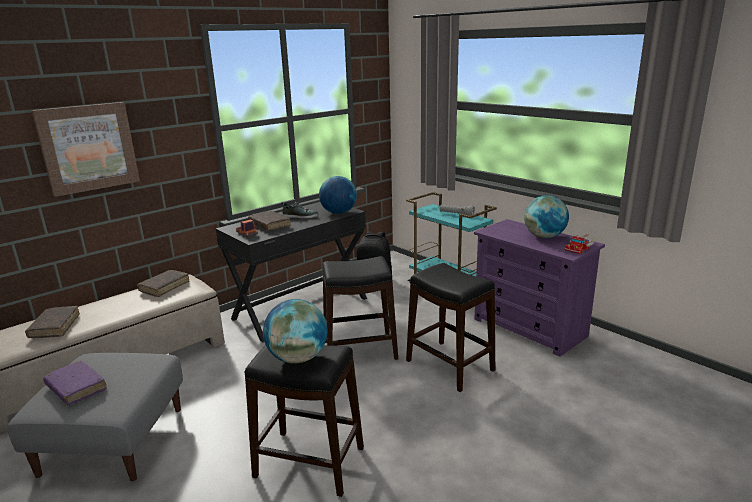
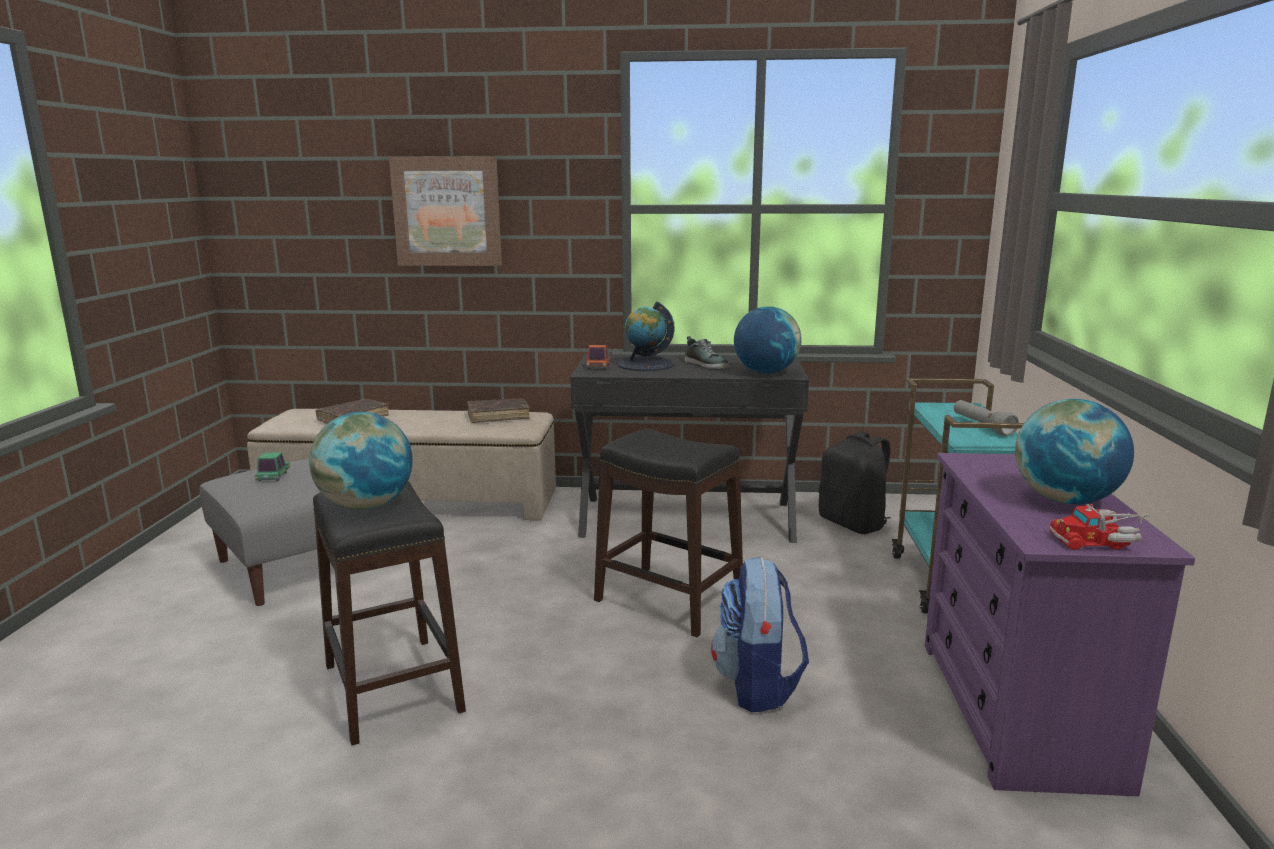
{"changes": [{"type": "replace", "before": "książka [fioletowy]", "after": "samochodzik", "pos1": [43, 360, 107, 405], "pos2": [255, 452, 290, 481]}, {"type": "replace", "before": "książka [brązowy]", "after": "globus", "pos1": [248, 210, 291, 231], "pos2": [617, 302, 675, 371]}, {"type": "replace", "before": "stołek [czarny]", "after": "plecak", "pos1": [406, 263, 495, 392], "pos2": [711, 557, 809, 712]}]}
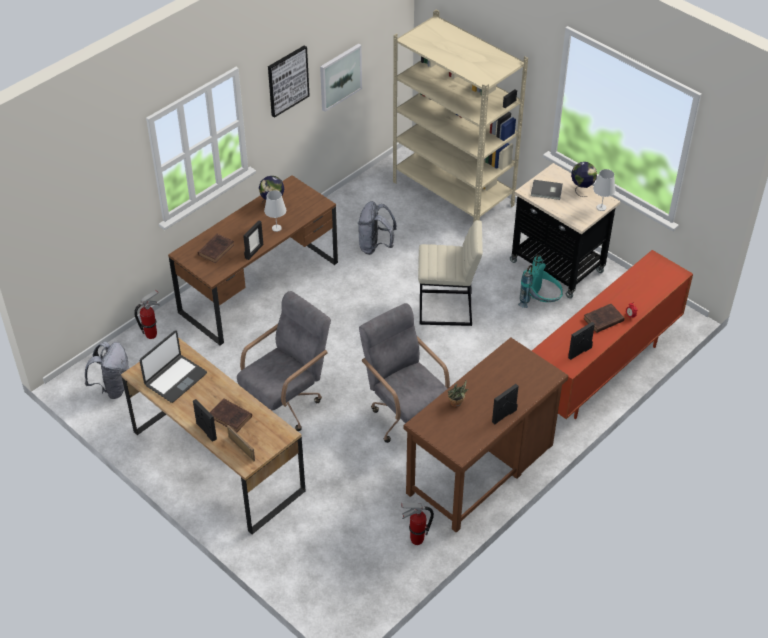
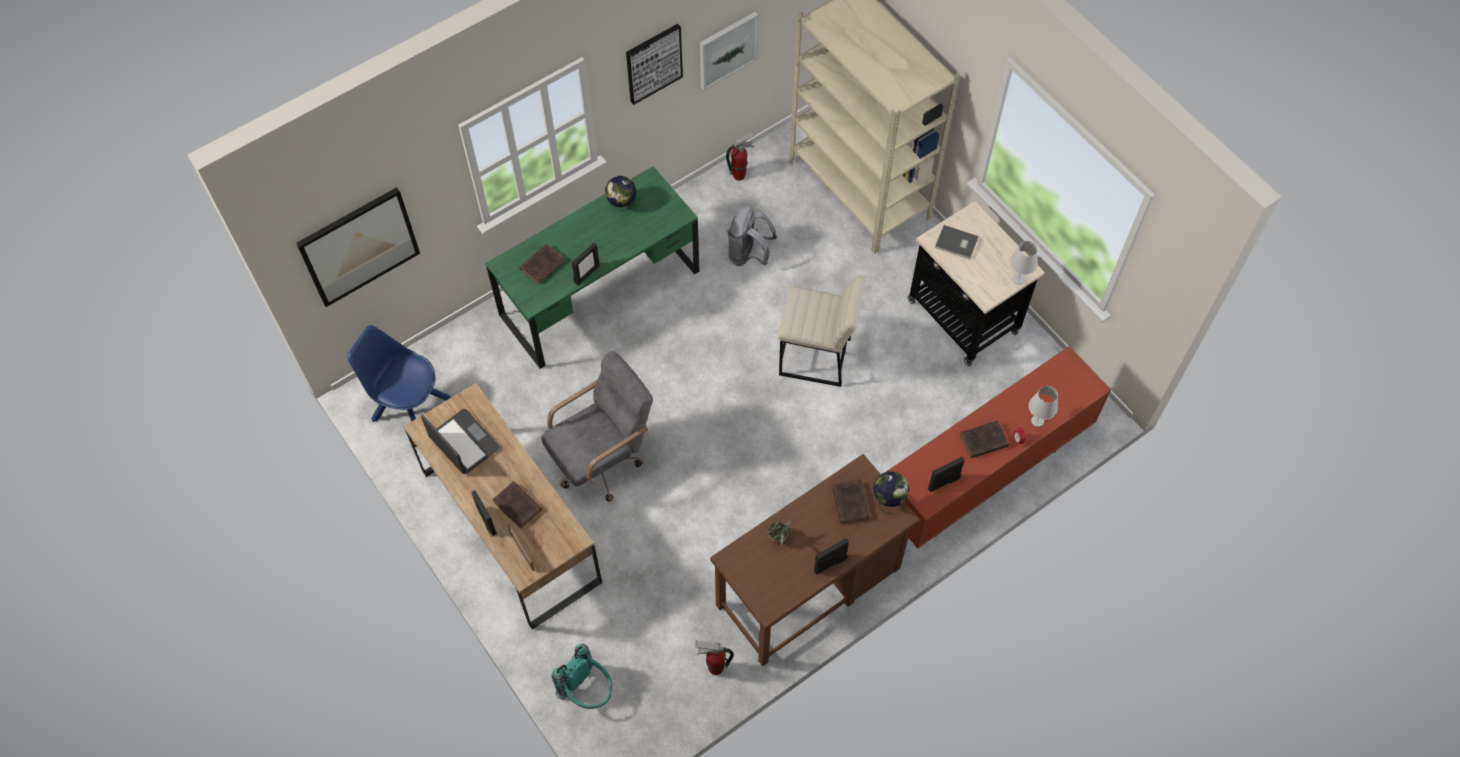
{"changes": [{"type": "delete", "before": "krzesło biurowe [szary]", "pos1": [359, 303, 450, 443]}, {"type": "insert", "after": "obraz", "pos2": [296, 187, 420, 307]}, {"type": "insert", "after": "książka [brązowy]", "pos2": [832, 479, 870, 524]}, {"type": "move", "before": "gaśnica", "pos1": [134, 290, 160, 339], "pos2": [726, 131, 755, 181]}, {"type": "move", "before": "lampa stołowa [biały]", "pos1": [264, 190, 286, 232], "pos2": [1029, 386, 1058, 427]}, {"type": "move", "before": "plecak [turkusowy]", "pos1": [518, 254, 563, 308], "pos2": [552, 644, 612, 709]}, {"type": "move", "before": "globus", "pos1": [571, 162, 597, 197], "pos2": [873, 471, 909, 514]}, {"type": "replace", "before": "plecak [szary]", "after": "krzesło [niebieski]", "pos1": [85, 341, 129, 399], "pos2": [348, 325, 451, 422]}, {"type": "recolor", "before": "biurko [brązowy]", "after": "biurko [zielony]", "pos1": [168, 175, 338, 346], "pos2": [485, 166, 700, 369]}, {"type": "rotate", "before": "laptop", "pos1": [140, 330, 207, 403], "pos2": [421, 409, 500, 474], "turn": -90}]}
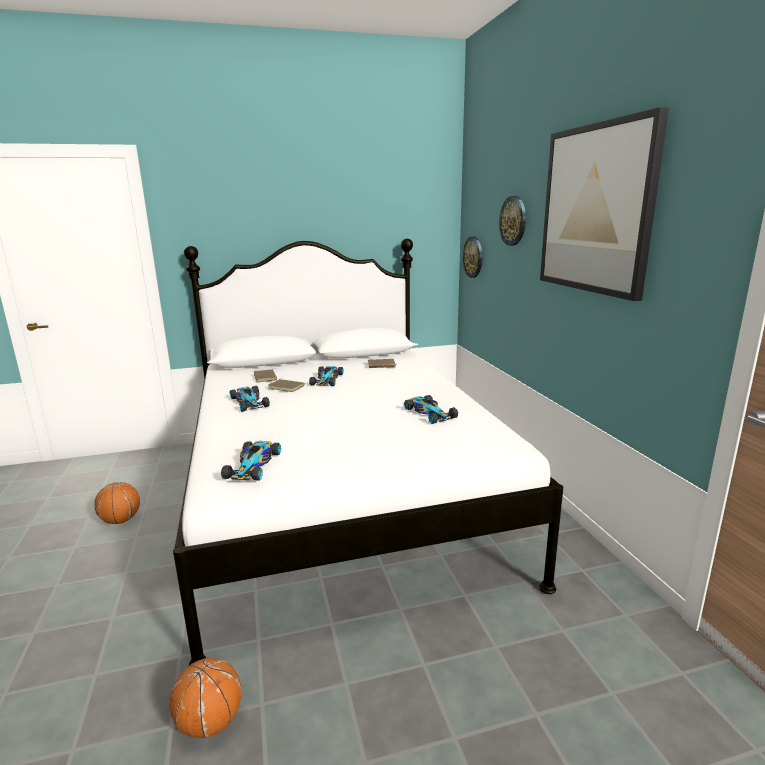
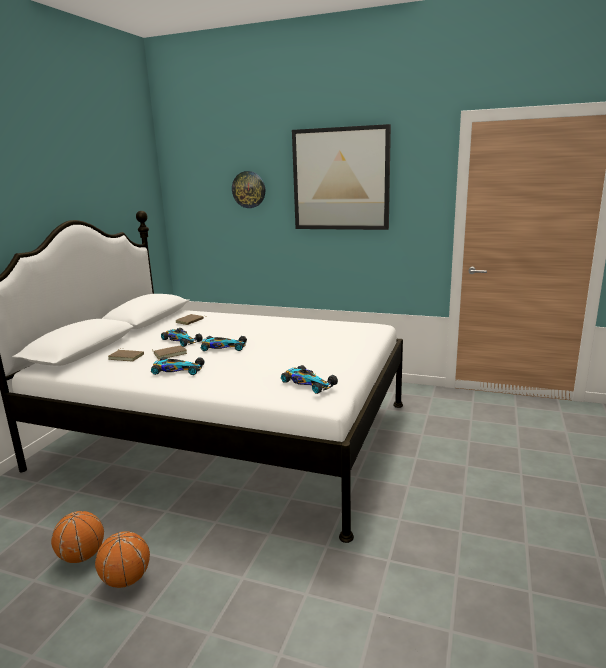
{"changes": [{"type": "delete", "before": "zegar ścienny", "pos1": [463, 236, 483, 278]}, {"type": "move", "before": "piłka do koszykówki", "pos1": [169, 658, 242, 738], "pos2": [95, 531, 150, 588]}, {"type": "move", "before": "samochodzik", "pos1": [404, 395, 458, 424], "pos2": [200, 336, 247, 351]}]}
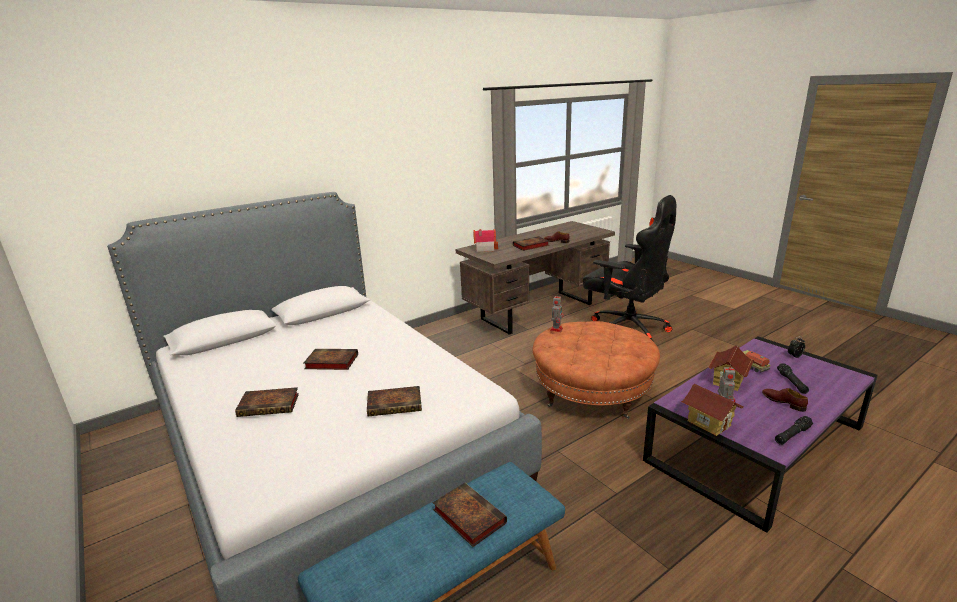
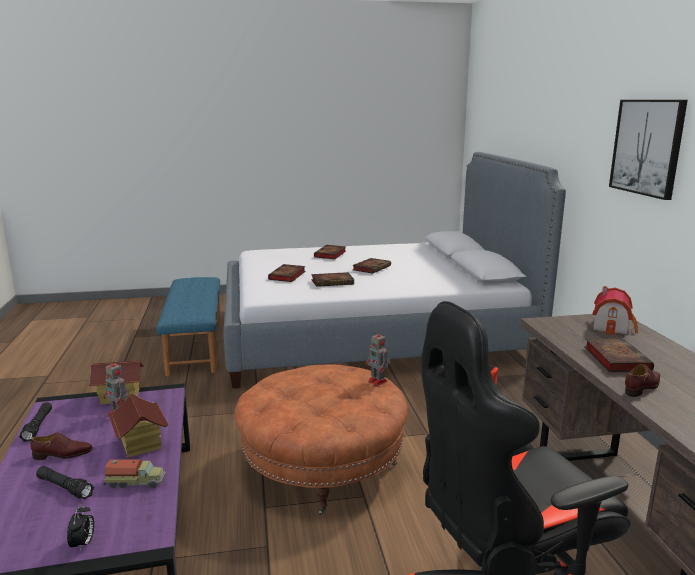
{"changes": [{"type": "insert", "after": "obraz", "pos2": [609, 100, 688, 200]}, {"type": "move", "before": "książka", "pos1": [432, 483, 507, 547], "pos2": [311, 272, 354, 287]}]}
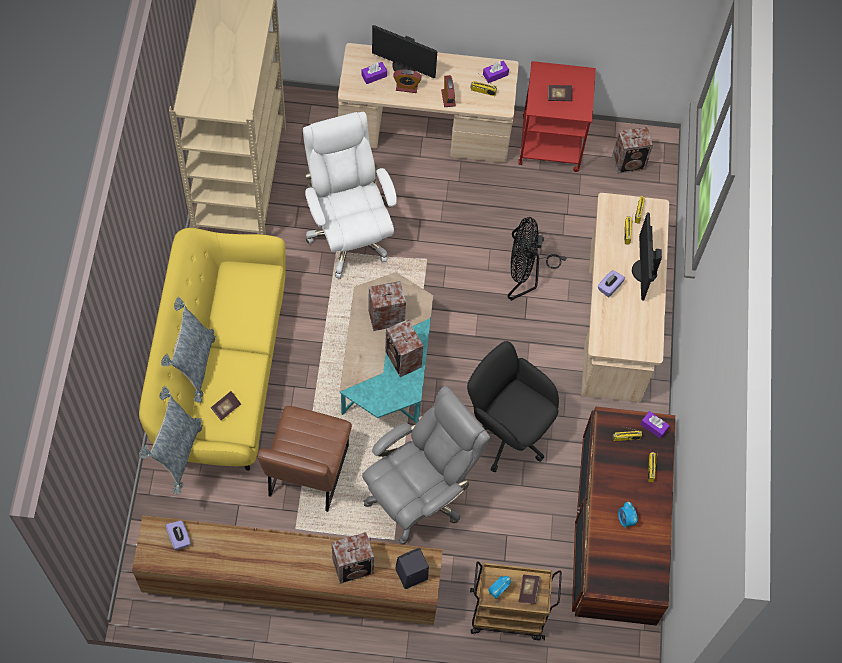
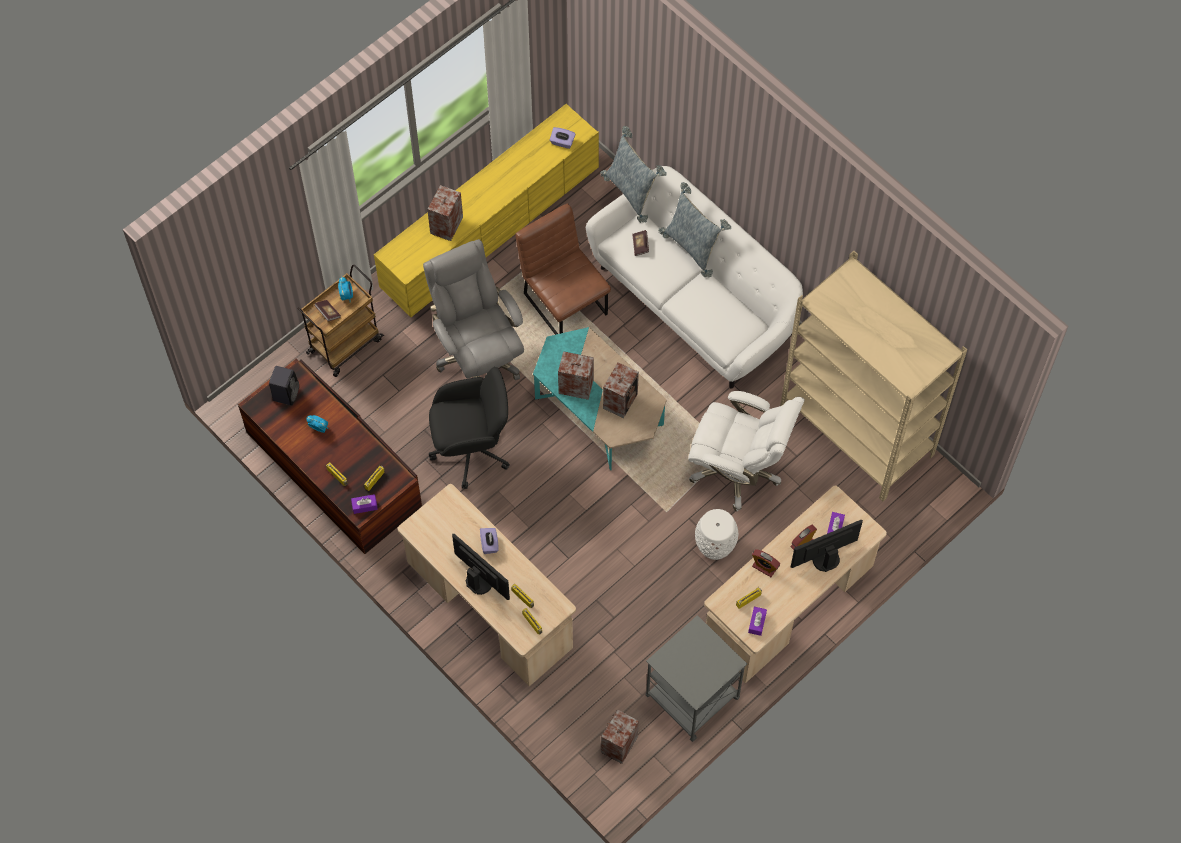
{"changes": [{"type": "delete", "before": "wentylator [czarny]", "pos1": [507, 217, 567, 301]}, {"type": "delete", "before": "książka", "pos1": [548, 85, 572, 101]}, {"type": "insert", "after": "stołek [biały]", "pos2": [695, 509, 738, 560]}, {"type": "move", "before": "głośnik [czarny]", "pos1": [395, 548, 429, 589], "pos2": [269, 366, 299, 406]}, {"type": "recolor", "before": "szafka [brązowy]", "after": "szafka [żółty]", "pos1": [132, 515, 443, 625], "pos2": [374, 104, 599, 317]}, {"type": "recolor", "before": "kanapa [żółty]", "after": "kanapa [biały]", "pos1": [139, 228, 286, 471], "pos2": [586, 166, 803, 389]}, {"type": "recolor", "before": "wózek [czerwony]", "after": "wózek [szary]", "pos1": [518, 61, 596, 172], "pos2": [645, 615, 747, 742]}, {"type": "rotate", "before": "krzesło biurowe [szary]", "pos1": [362, 386, 490, 545], "pos2": [423, 239, 524, 380], "turn": 150}]}
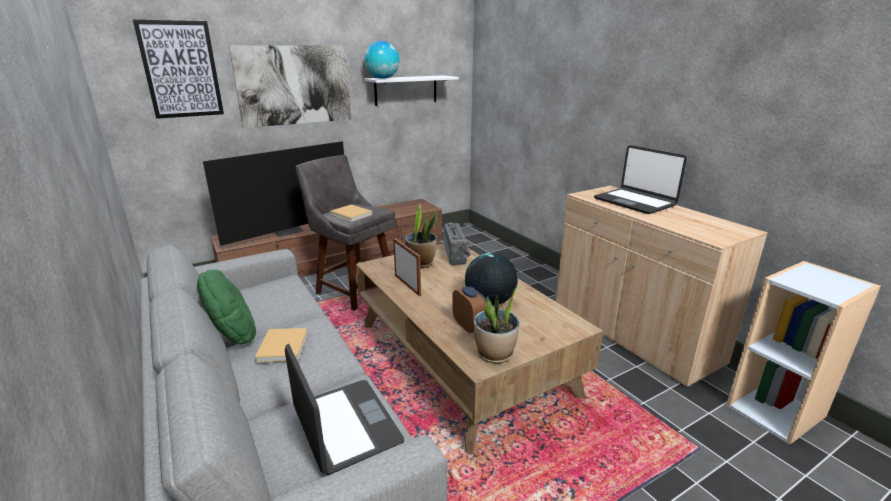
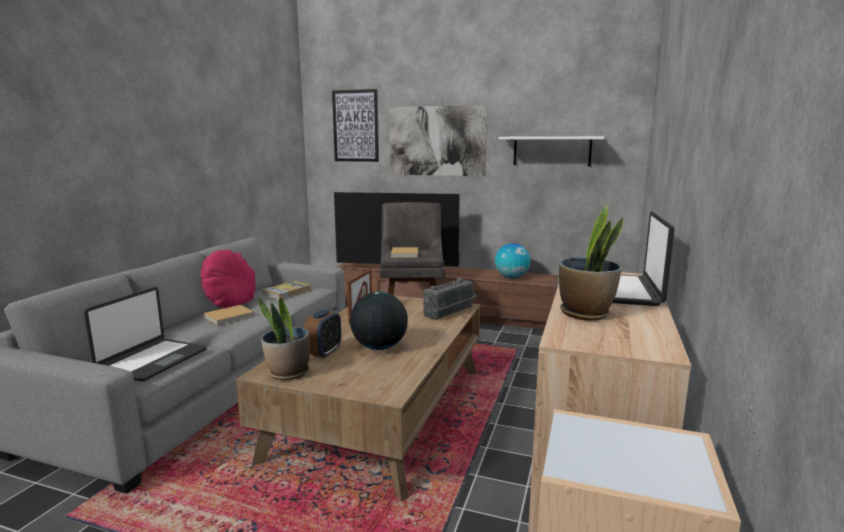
{"changes": [{"type": "insert", "after": "książka", "pos2": [262, 281, 311, 300]}, {"type": "move", "before": "globus", "pos1": [364, 41, 400, 79], "pos2": [495, 243, 530, 278]}, {"type": "move", "before": "roślina doniczkowa", "pos1": [405, 203, 437, 268], "pos2": [559, 205, 624, 321]}, {"type": "recolor", "before": "poduszka [zielony]", "after": "poduszka [różowy]", "pos1": [197, 269, 256, 345], "pos2": [201, 250, 256, 309]}]}
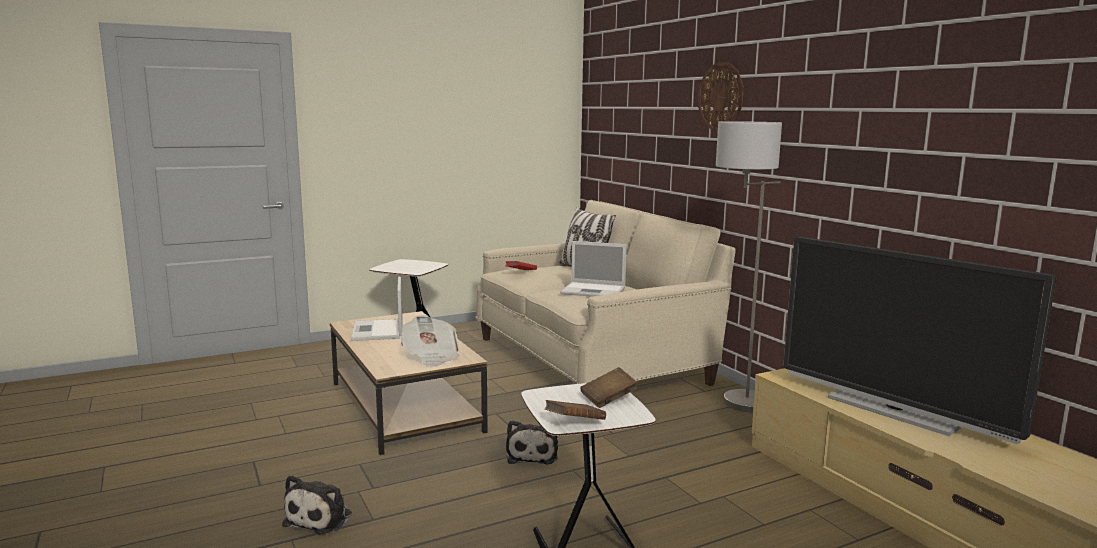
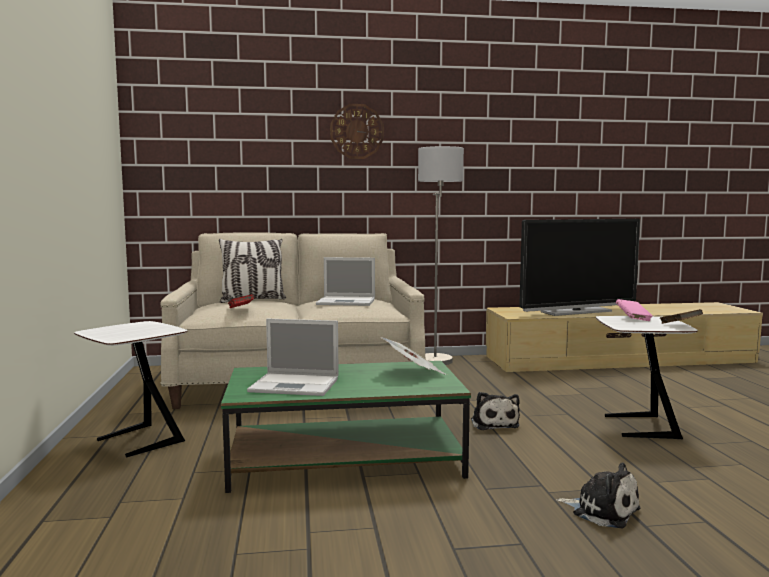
{"changes": [{"type": "recolor", "before": "ława [brązowy]", "after": "ława [zielony]", "pos1": [330, 311, 488, 455], "pos2": [221, 361, 471, 493]}, {"type": "recolor", "before": "książka [brązowy]", "after": "książka [różowy]", "pos1": [580, 367, 638, 408], "pos2": [616, 299, 653, 321]}, {"type": "rotate", "before": "pluszak", "pos1": [506, 420, 558, 464], "pos2": [471, 392, 520, 430], "turn": 60}, {"type": "rotate", "before": "laptop", "pos1": [560, 241, 627, 297], "pos2": [316, 257, 375, 306], "turn": 60}]}
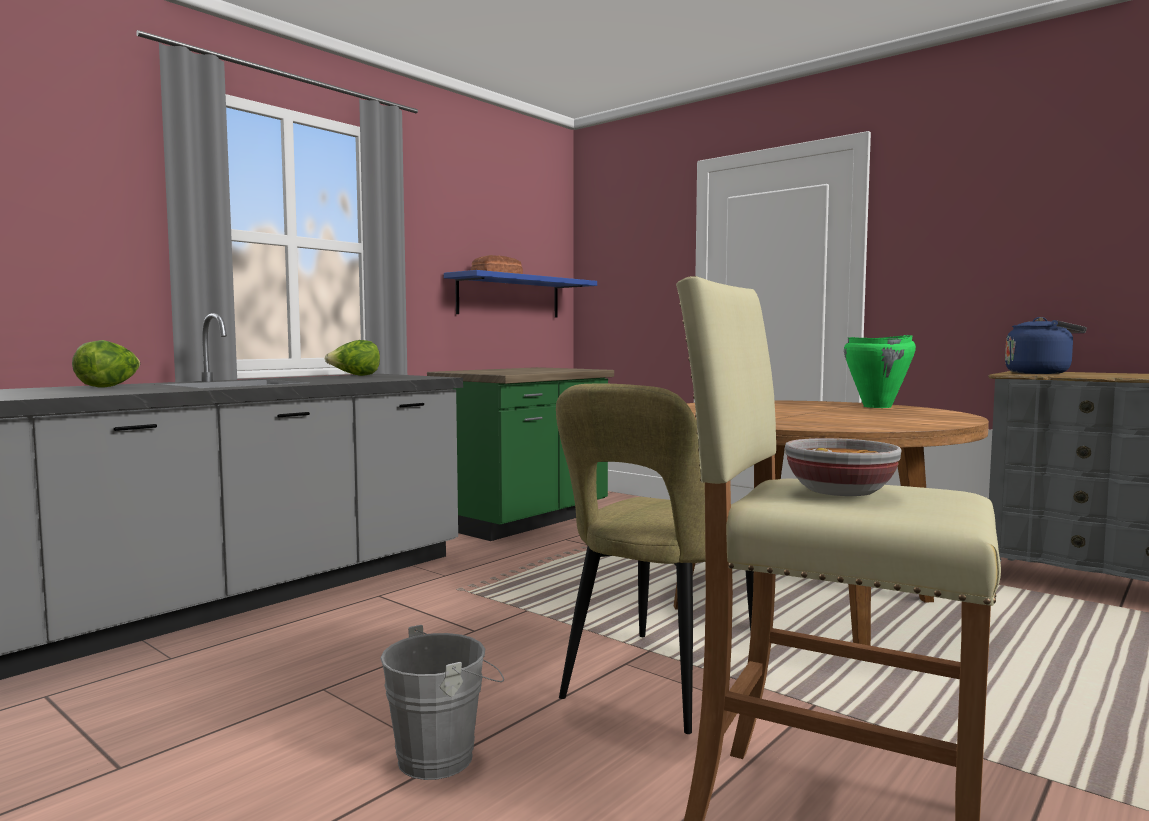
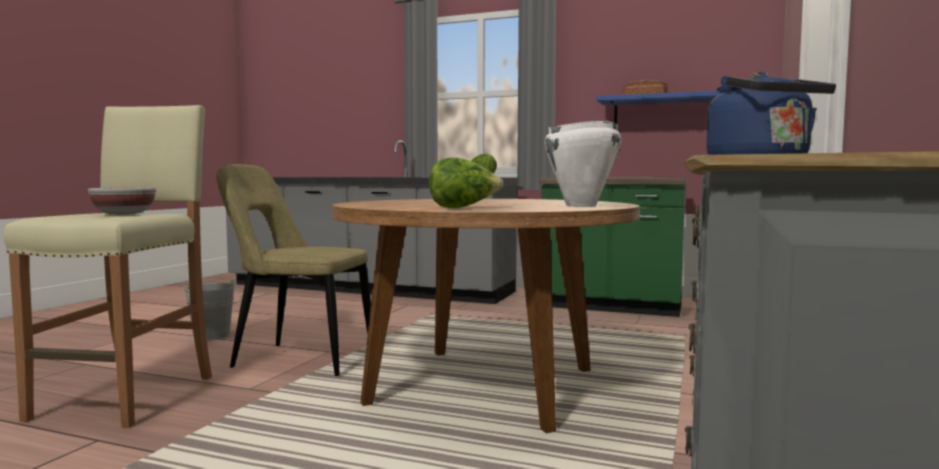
{"changes": [{"type": "move", "before": "sałata", "pos1": [72, 340, 140, 387], "pos2": [429, 157, 504, 208]}, {"type": "recolor", "before": "garnek [zielony]", "after": "garnek [biały]", "pos1": [844, 335, 916, 408], "pos2": [545, 121, 621, 207]}]}
